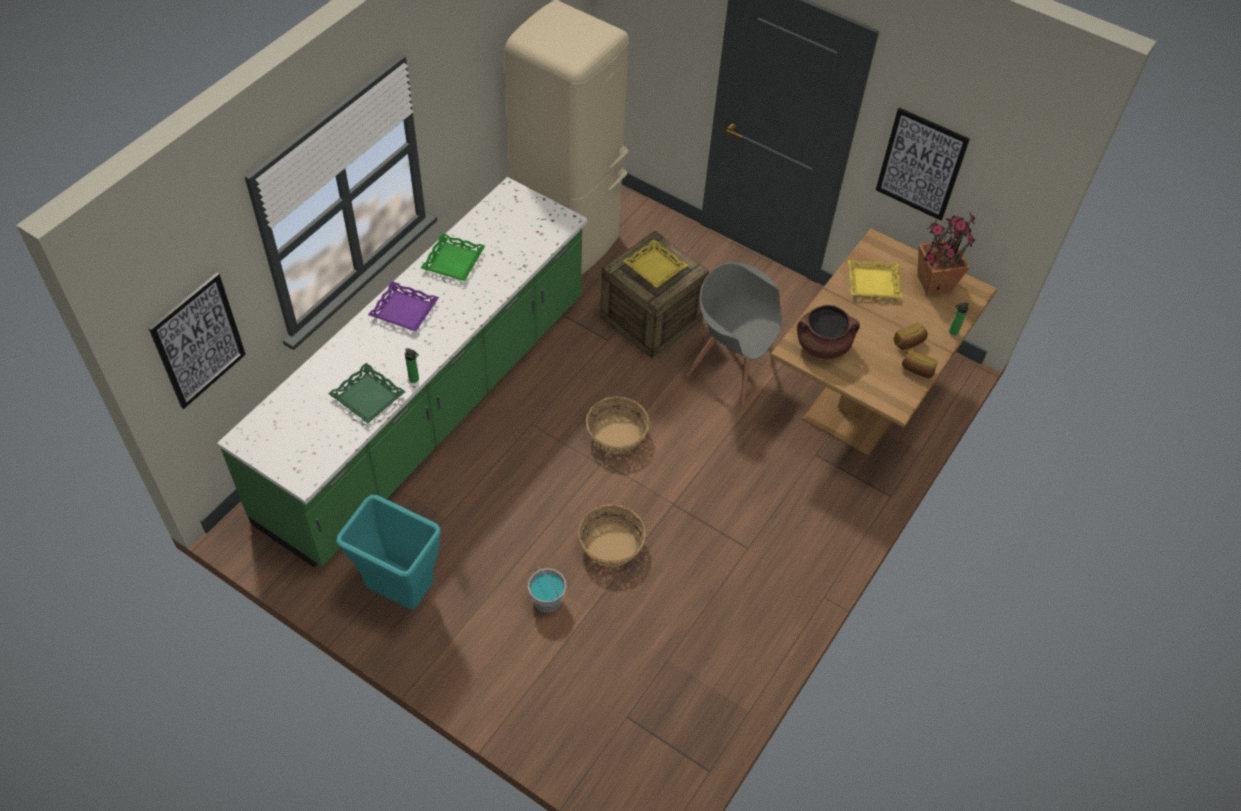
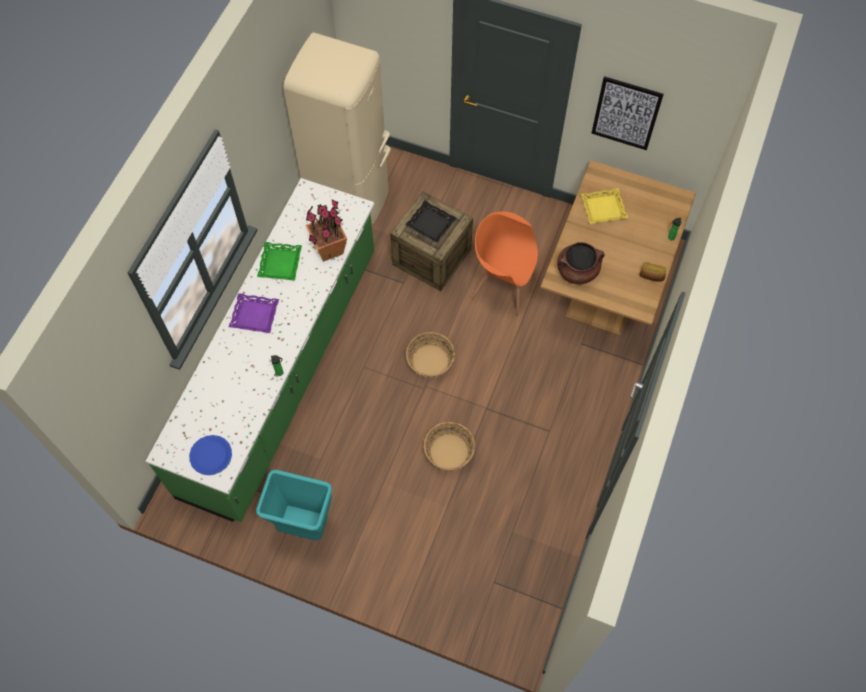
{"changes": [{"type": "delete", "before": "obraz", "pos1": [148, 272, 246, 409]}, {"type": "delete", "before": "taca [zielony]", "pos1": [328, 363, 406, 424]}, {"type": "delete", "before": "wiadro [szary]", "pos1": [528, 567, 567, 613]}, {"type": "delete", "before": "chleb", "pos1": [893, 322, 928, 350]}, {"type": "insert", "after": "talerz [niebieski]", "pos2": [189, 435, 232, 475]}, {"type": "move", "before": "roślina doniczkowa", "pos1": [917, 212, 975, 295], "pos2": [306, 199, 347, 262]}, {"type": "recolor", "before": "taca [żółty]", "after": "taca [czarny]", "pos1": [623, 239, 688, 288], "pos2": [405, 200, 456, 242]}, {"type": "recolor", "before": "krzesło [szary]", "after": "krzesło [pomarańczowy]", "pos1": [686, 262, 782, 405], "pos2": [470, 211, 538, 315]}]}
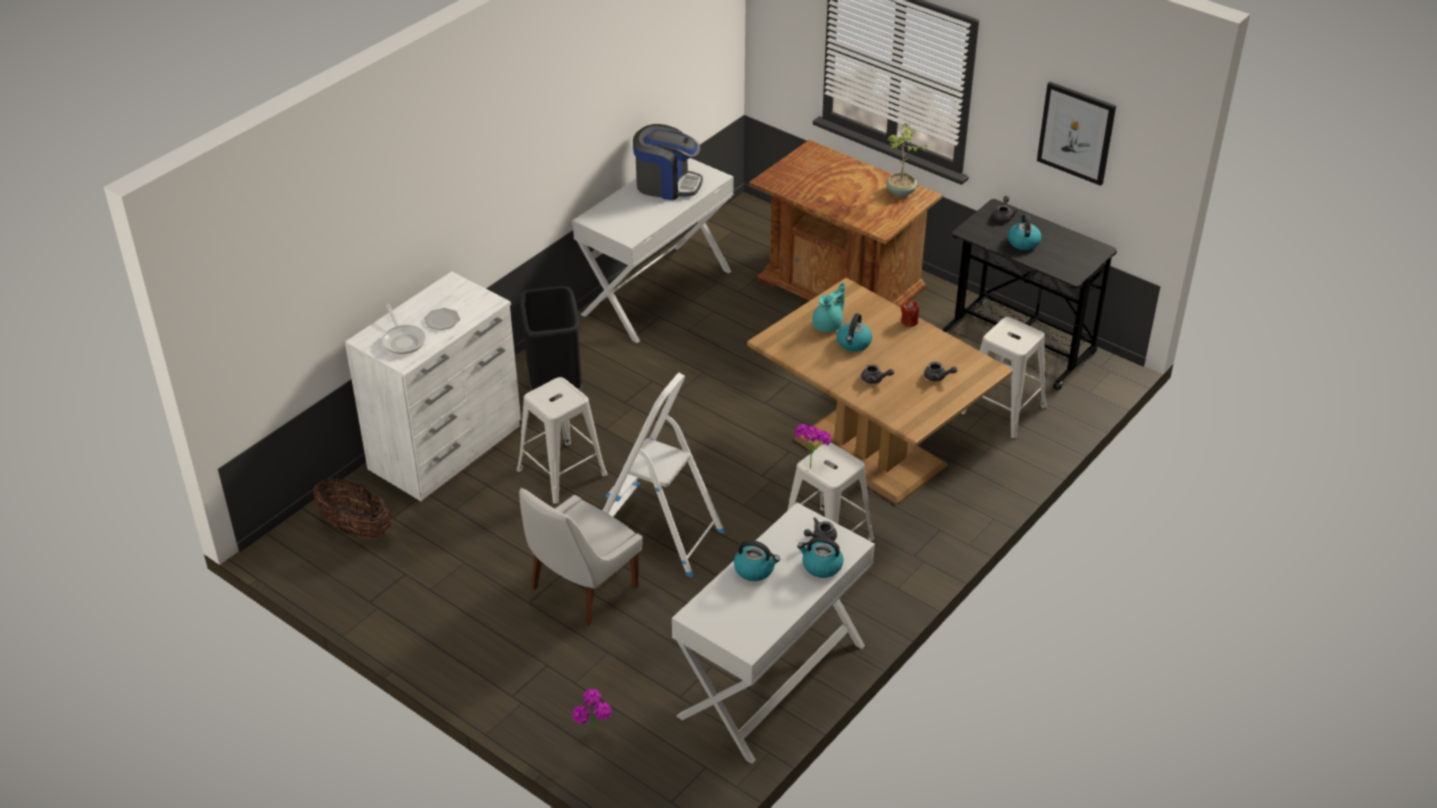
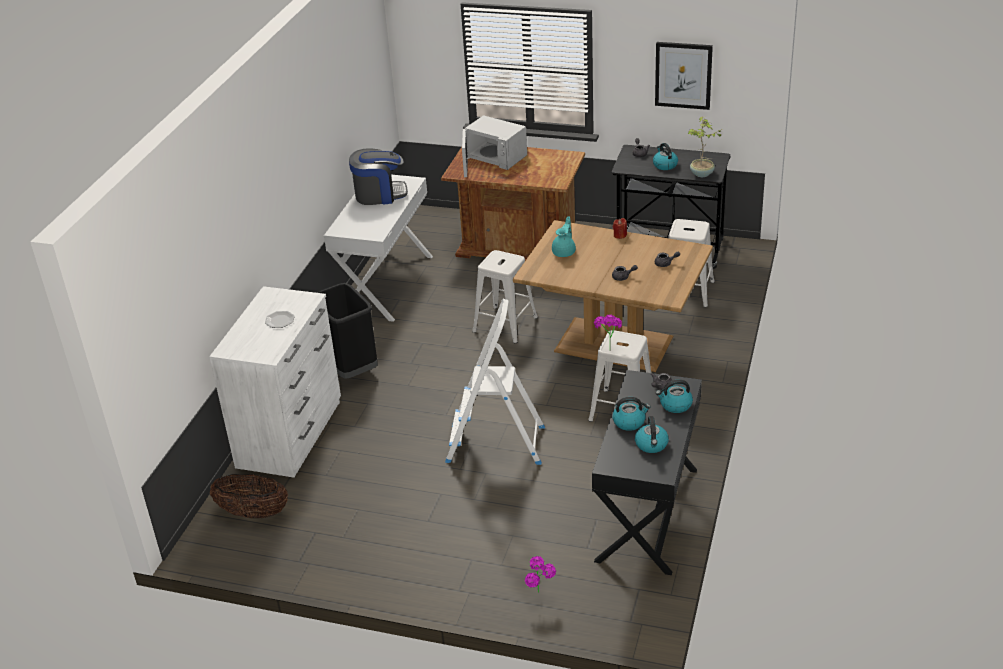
{"changes": [{"type": "delete", "before": "patelnia", "pos1": [382, 305, 426, 354]}, {"type": "delete", "before": "krzesło [biały]", "pos1": [519, 488, 643, 626]}, {"type": "insert", "after": "mikrofalówka [biały]", "pos2": [462, 115, 527, 177]}, {"type": "move", "before": "stołek [biały]", "pos1": [516, 377, 608, 504], "pos2": [472, 250, 538, 343]}, {"type": "move", "before": "czajnik", "pos1": [837, 313, 872, 352], "pos2": [635, 416, 669, 453]}, {"type": "move", "before": "roślina doniczkowa", "pos1": [886, 123, 932, 197], "pos2": [688, 116, 723, 177]}, {"type": "recolor", "before": "stolik konsolowy [biały]", "after": "stolik konsolowy [czarny]", "pos1": [672, 503, 875, 764], "pos2": [592, 370, 702, 575]}]}
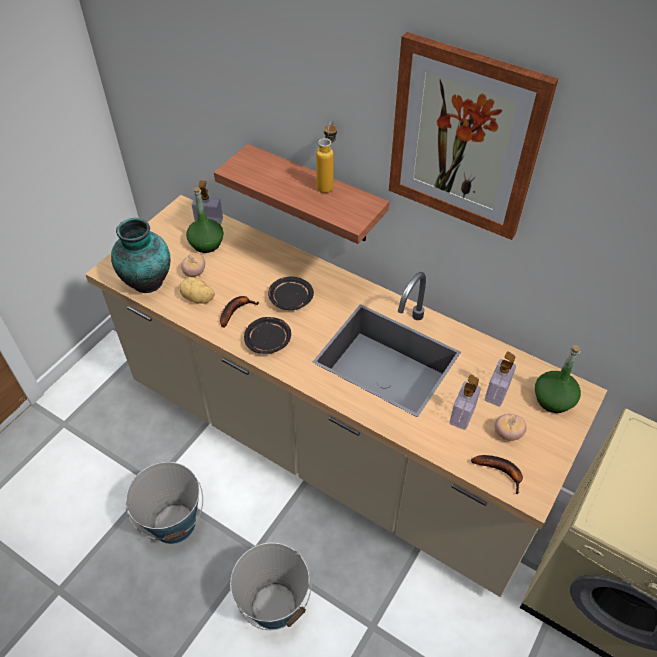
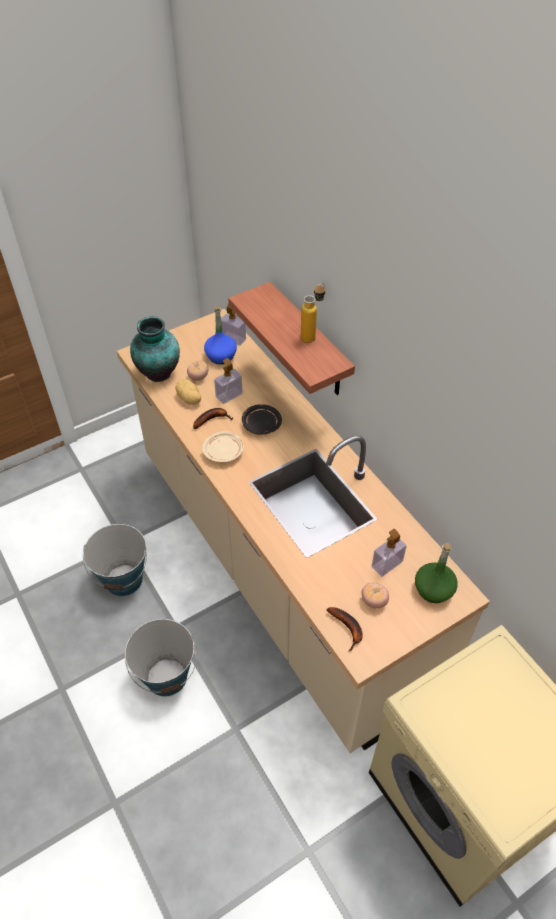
{"changes": [{"type": "delete", "before": "obraz", "pos1": [389, 32, 559, 240]}, {"type": "move", "before": "dozownik mydła", "pos1": [450, 375, 481, 430], "pos2": [214, 358, 243, 404]}, {"type": "recolor", "before": "butelka [zielony]", "after": "butelka [niebieski]", "pos1": [186, 187, 224, 253], "pos2": [204, 306, 237, 364]}, {"type": "recolor", "before": "talerz [czarny]", "after": "talerz [beżowy]", "pos1": [244, 317, 291, 354], "pos2": [202, 431, 244, 463]}]}
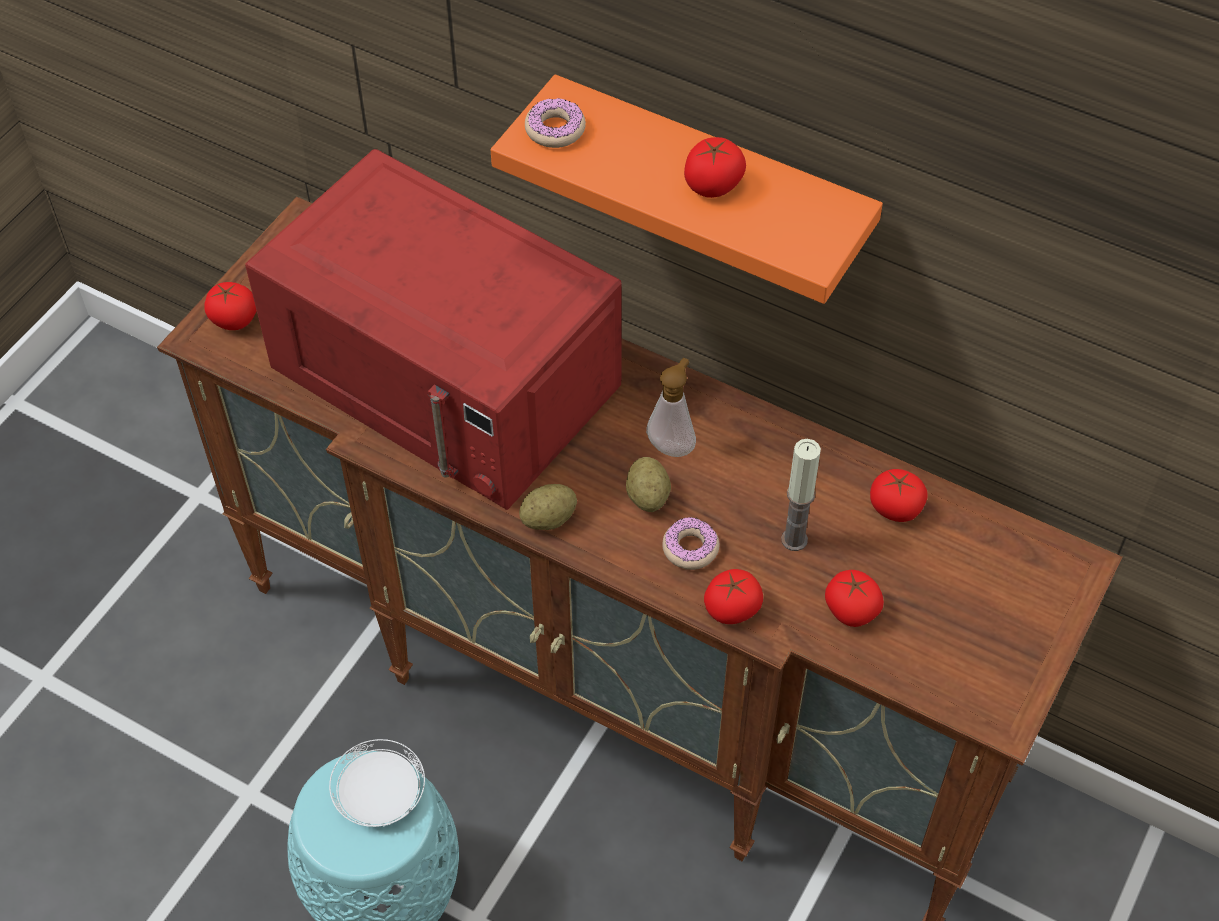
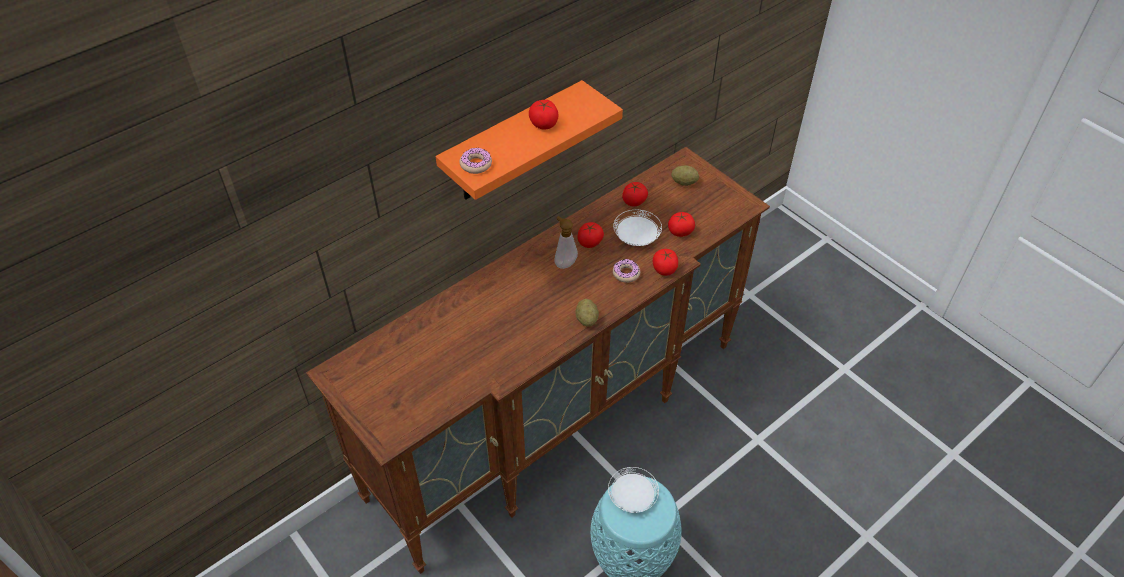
{"changes": [{"type": "delete", "before": "mikrofalówka [czerwony]", "pos1": [245, 149, 622, 510]}, {"type": "move", "before": "pomidor", "pos1": [204, 282, 257, 330], "pos2": [577, 222, 604, 248]}, {"type": "move", "before": "ziemniak", "pos1": [626, 457, 671, 512], "pos2": [671, 165, 699, 186]}, {"type": "replace", "before": "świeca", "after": "talerz [biały]", "pos1": [781, 439, 821, 551], "pos2": [613, 210, 662, 246]}]}
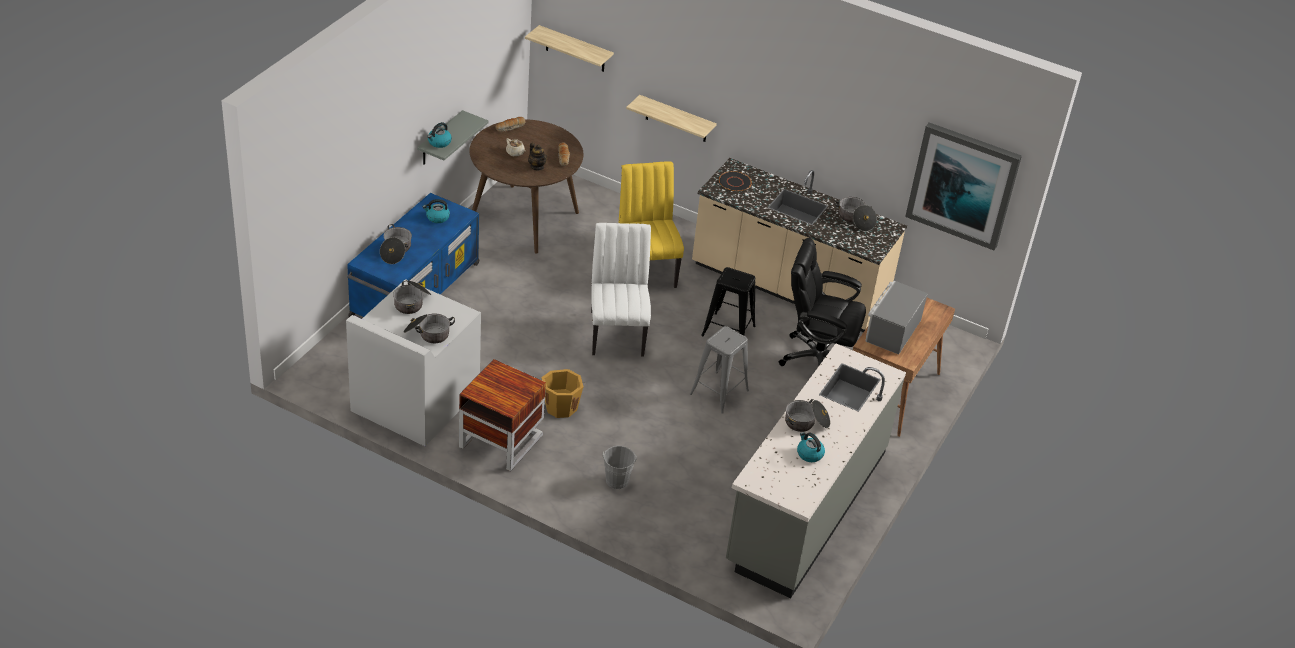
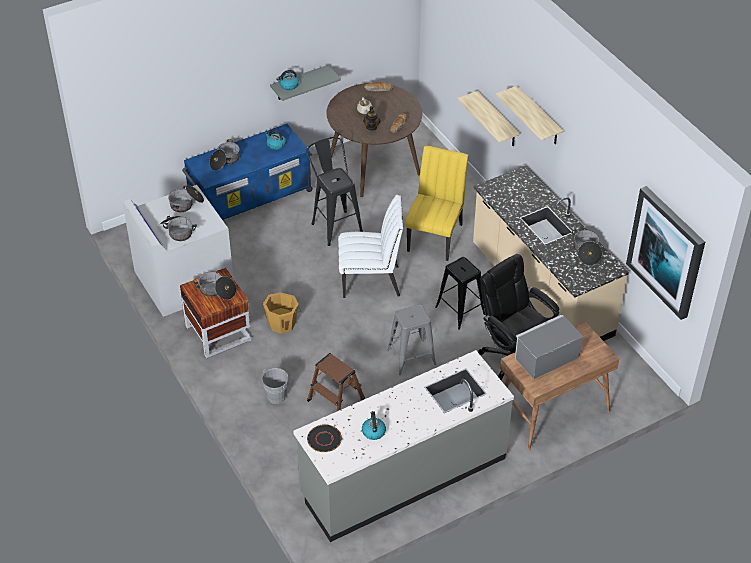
{"changes": [{"type": "insert", "after": "stołek [czarny]", "pos2": [306, 137, 363, 246]}, {"type": "insert", "after": "drabinka [brązowy]", "pos2": [307, 353, 365, 411]}, {"type": "move", "before": "półka", "pos1": [525, 25, 614, 72], "pos2": [496, 86, 563, 144]}, {"type": "move", "before": "talerz [czarny]", "pos1": [719, 171, 752, 192], "pos2": [307, 424, 342, 452]}, {"type": "move", "before": "garnek", "pos1": [785, 399, 830, 432], "pos2": [194, 272, 236, 300]}, {"type": "rotate", "before": "krzesło [biały]", "pos1": [591, 223, 651, 356], "pos2": [338, 195, 403, 298], "turn": 60}]}
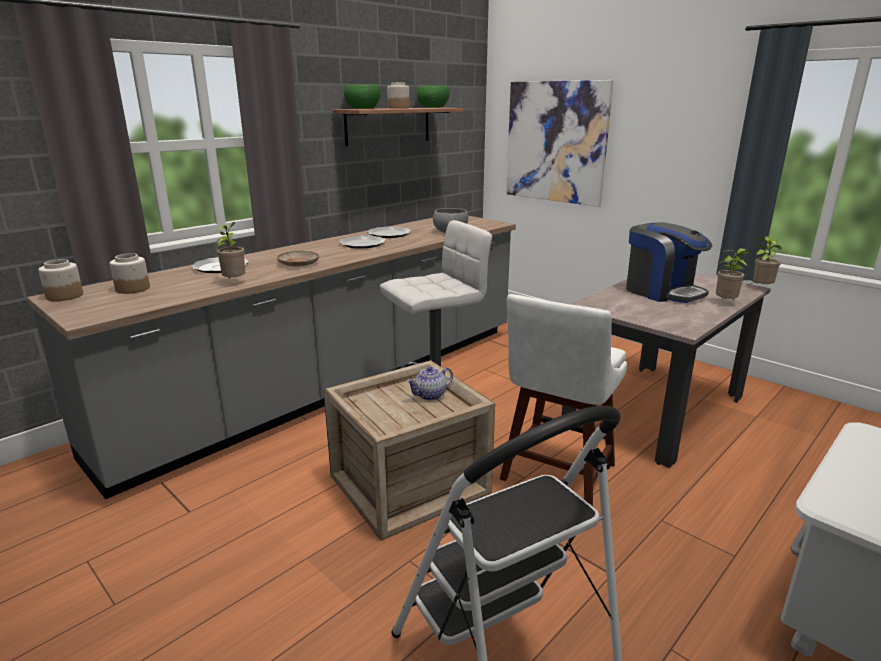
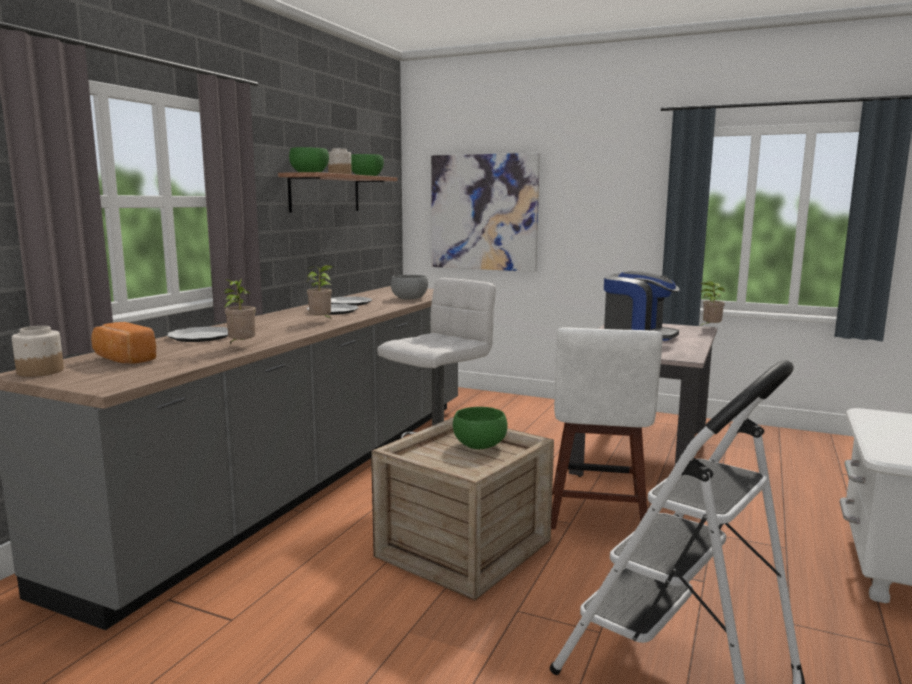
{"changes": [{"type": "delete", "before": "talerz [beżowy]", "pos1": [277, 251, 319, 267]}, {"type": "move", "before": "roślina doniczkowa", "pos1": [716, 248, 750, 300], "pos2": [307, 265, 333, 318]}, {"type": "replace", "before": "słoik", "after": "chleb", "pos1": [110, 253, 150, 294], "pos2": [91, 322, 156, 364]}, {"type": "replace", "before": "imbryk", "after": "miska [zielony]", "pos1": [407, 367, 453, 400], "pos2": [453, 407, 508, 449]}]}
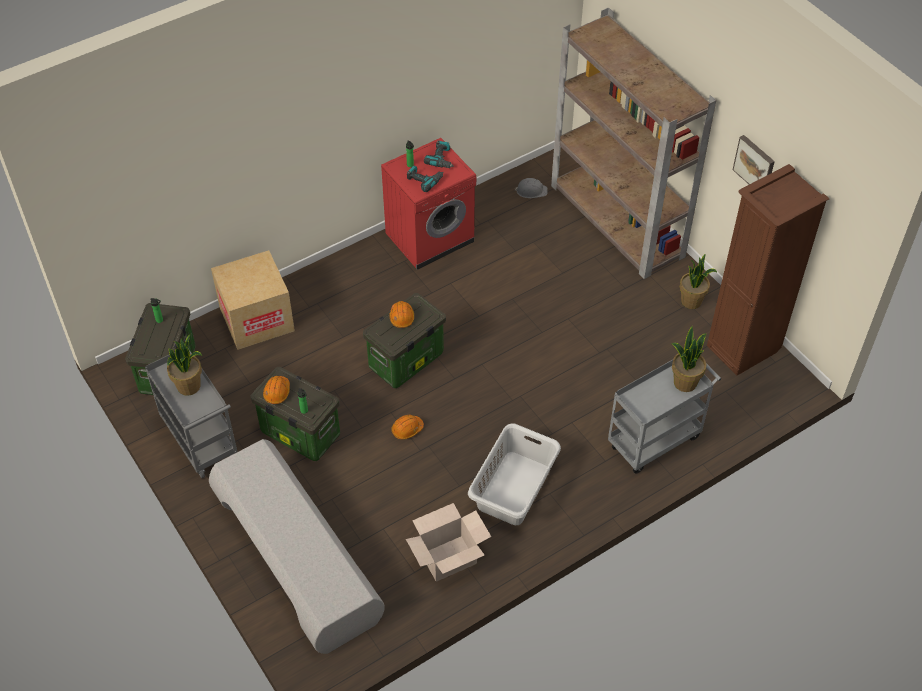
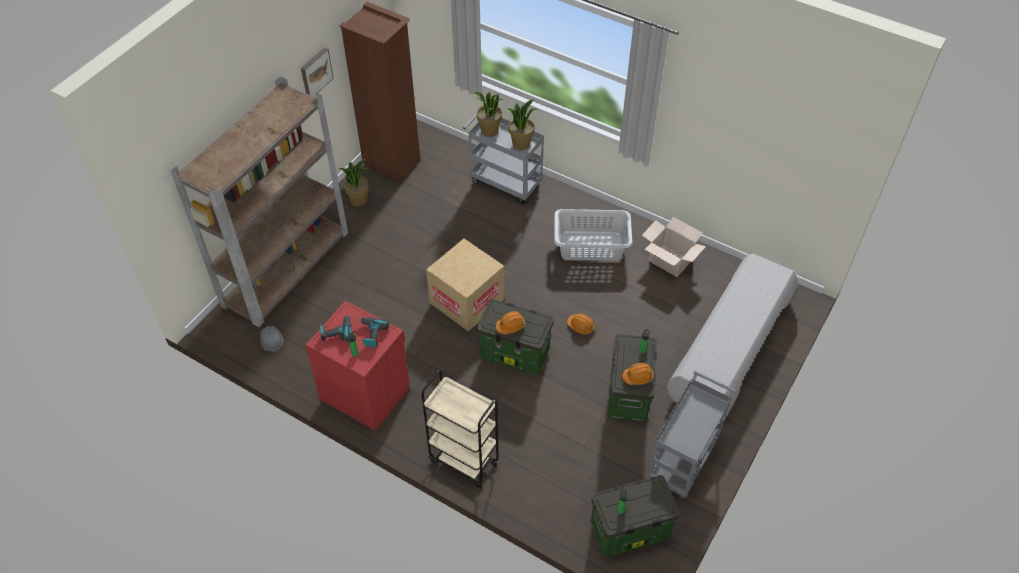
{"changes": [{"type": "insert", "after": "wózek [beżowy]", "pos2": [421, 370, 498, 488]}, {"type": "move", "before": "roślina doniczkowa", "pos1": [167, 334, 202, 396], "pos2": [507, 99, 539, 150]}, {"type": "move", "before": "karton", "pos1": [211, 250, 295, 350], "pos2": [426, 239, 504, 331]}]}
